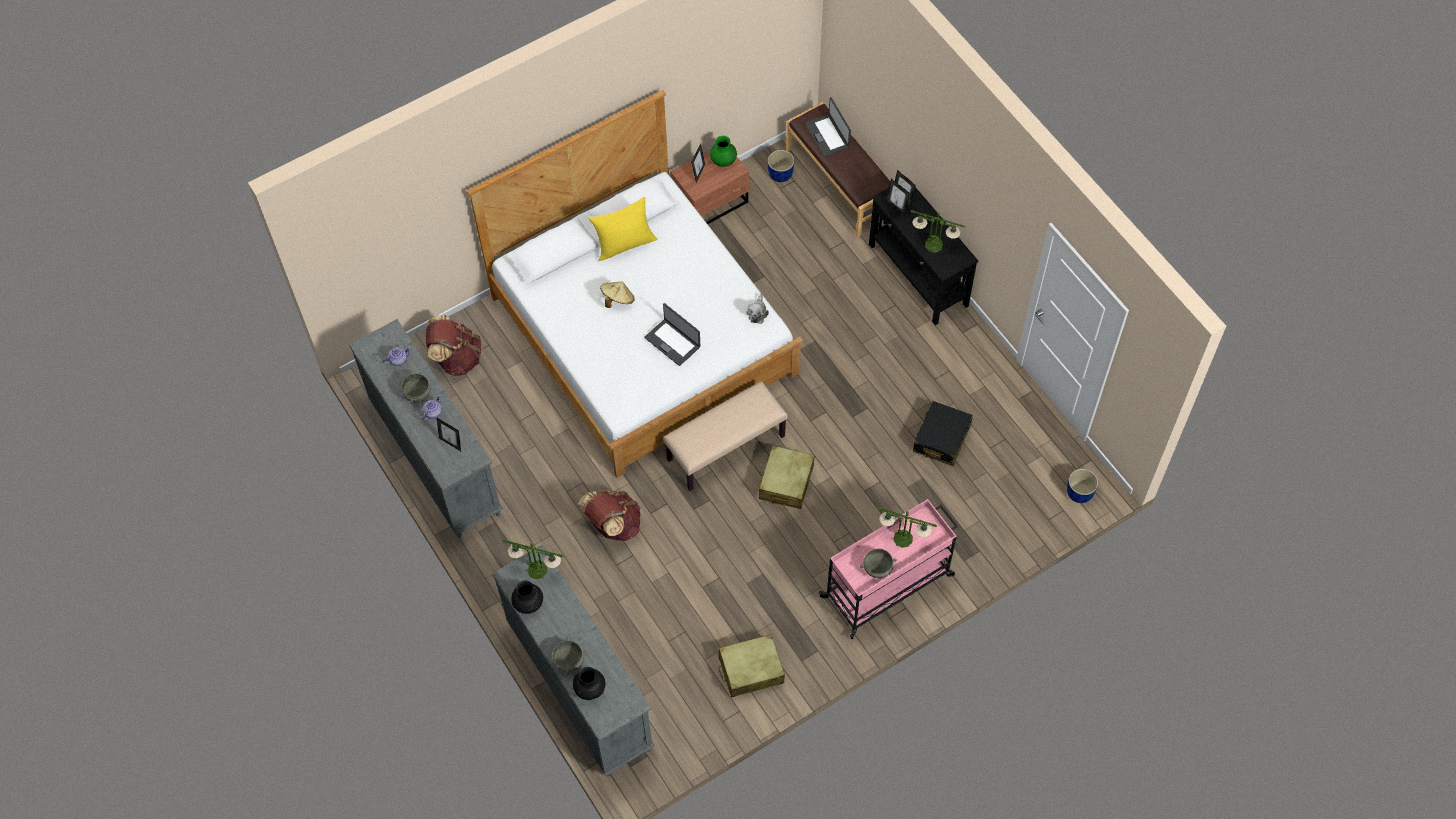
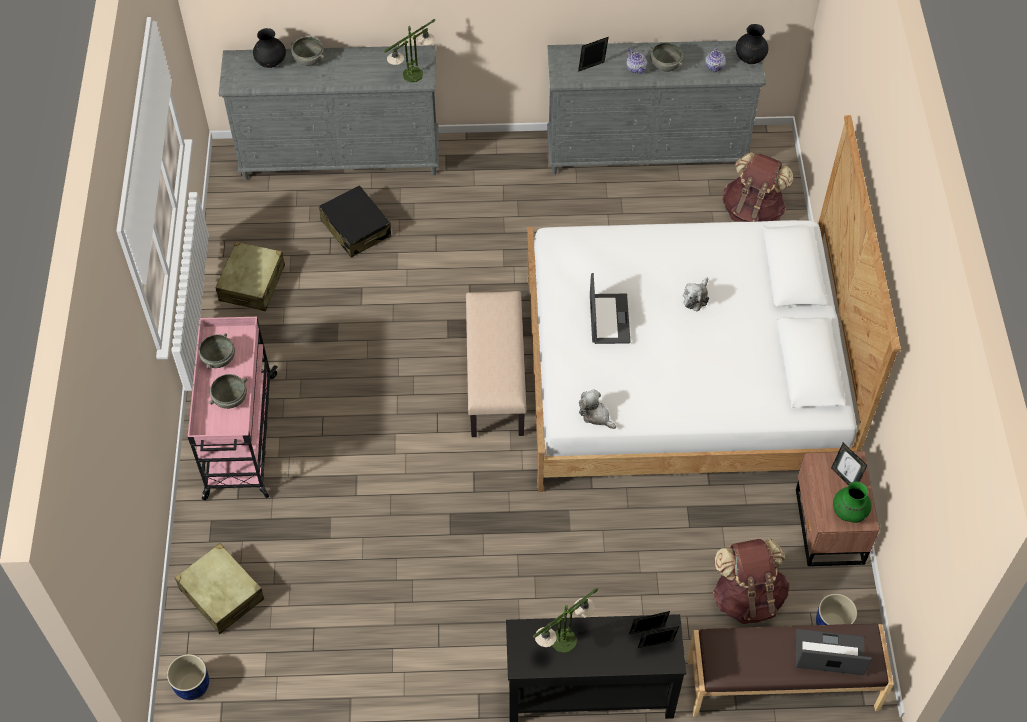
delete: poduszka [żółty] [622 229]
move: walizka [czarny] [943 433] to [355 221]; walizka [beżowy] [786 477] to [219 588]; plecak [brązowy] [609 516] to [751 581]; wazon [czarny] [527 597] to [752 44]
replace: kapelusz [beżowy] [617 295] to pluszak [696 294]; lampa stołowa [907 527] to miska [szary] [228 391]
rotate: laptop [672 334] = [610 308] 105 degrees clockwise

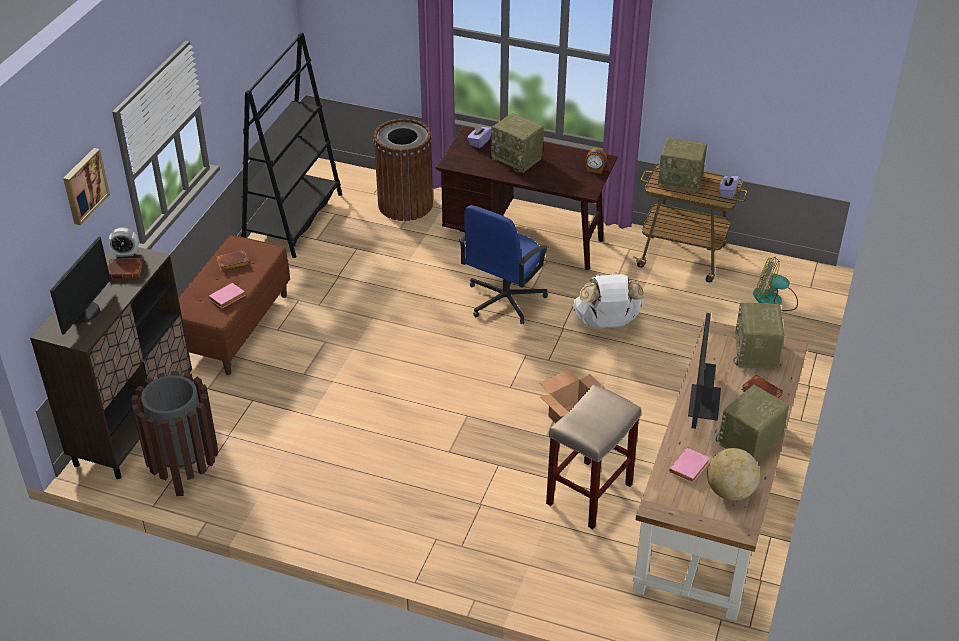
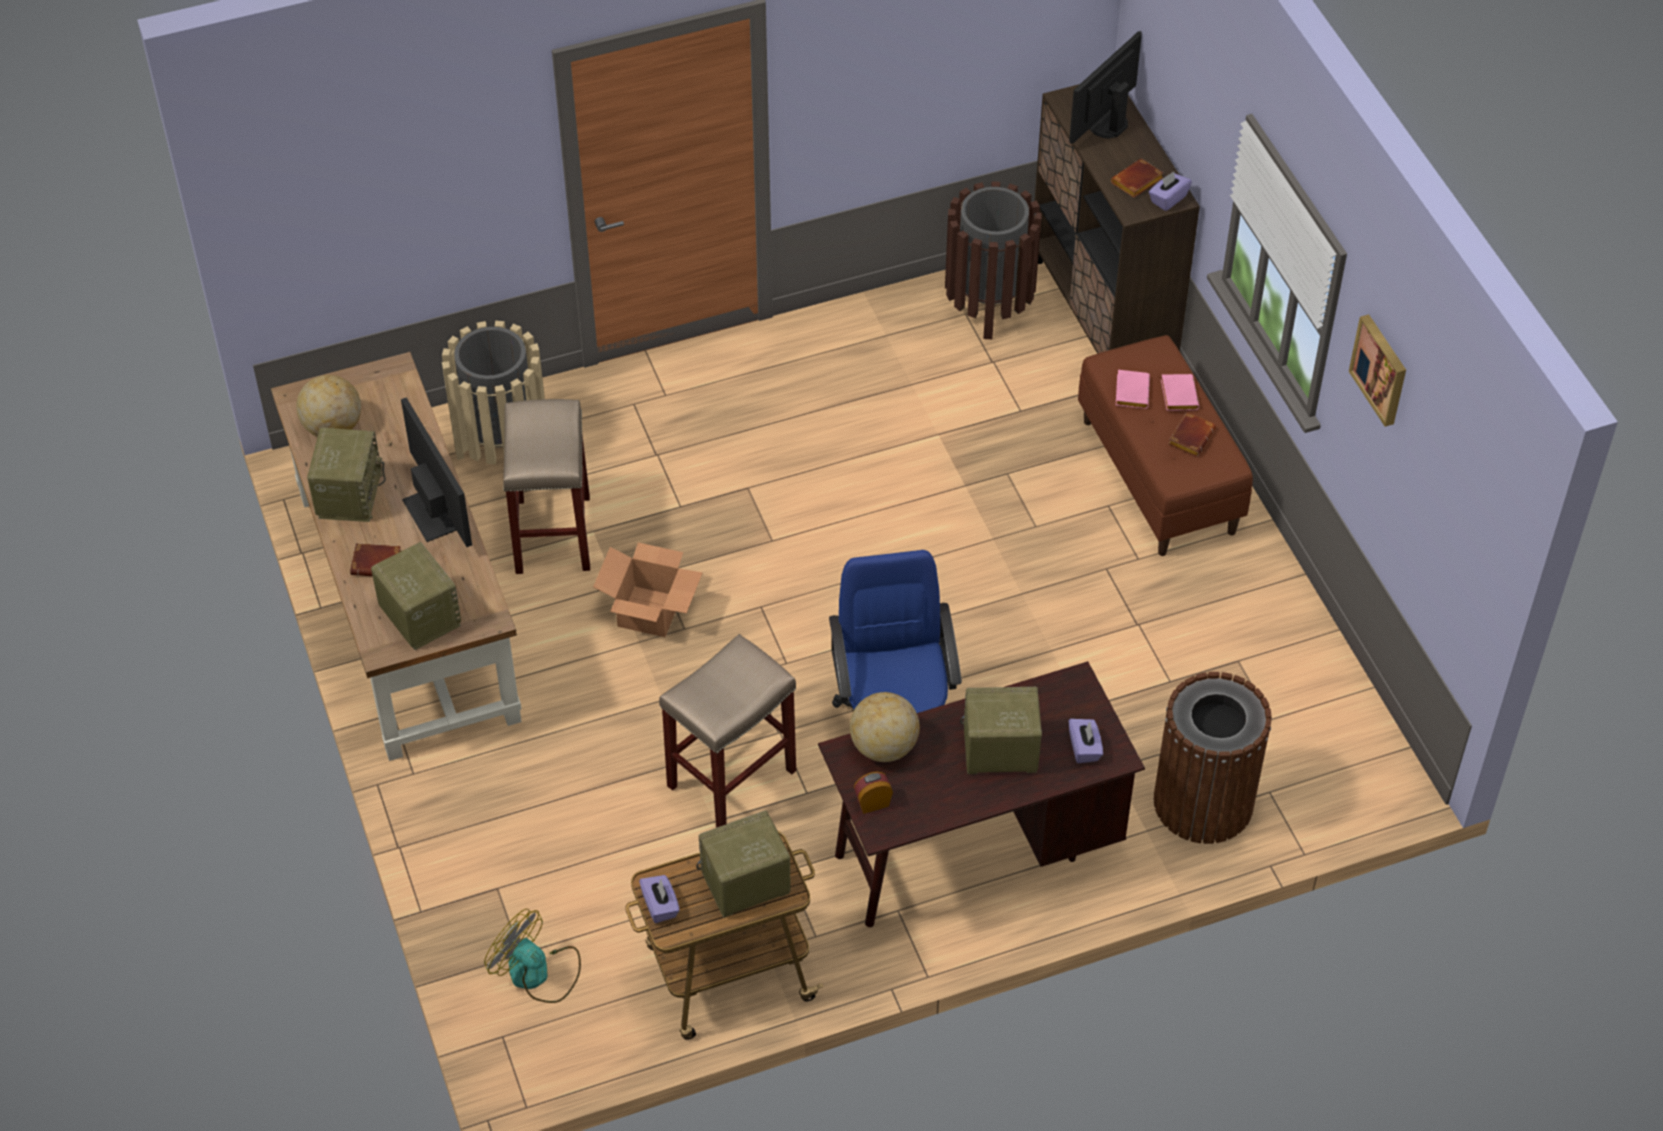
delete: regał [czarny] [291 145]
insert: kosz na śmieci [beżowy] [493 393]; globus [885 727]
move: obraz [86 186] to [1377 370]; książka [różowy] [689 465] to [1180 392]
replace: budzik [123 242] to pudełko chusteczek [fioletowy] [1170 191]; plecak [biały] [608 300] to stołek [beżowy] [727 731]
rotate: monitor [80 285] = [1105 87] 60 degrees clockwise; wentylator [775 284] = [532 956] 120 degrees counterclockwise

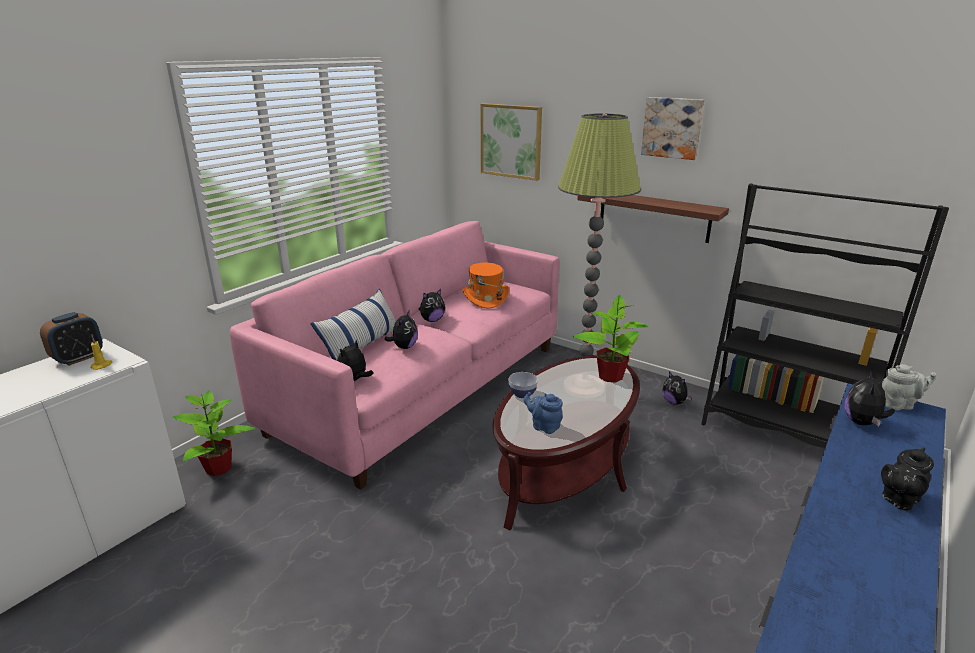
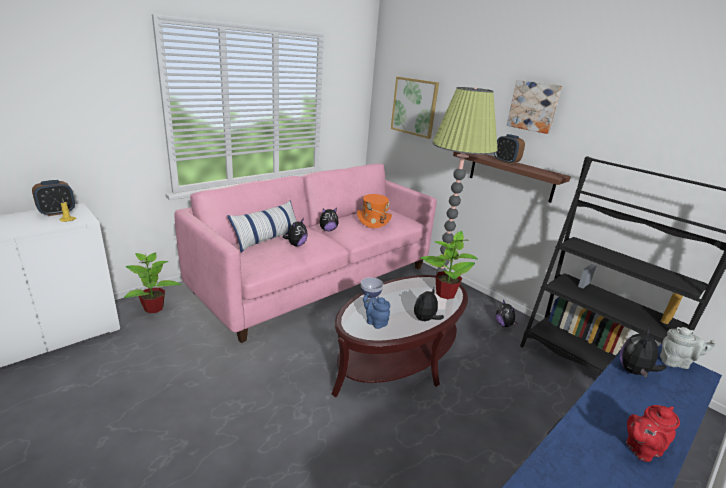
insert: budzik [509 149]
move: pluszak [355 360] to [429 304]
recolor: imbryk [czarny] [907 479] to imbryk [czerwony] [653 433]

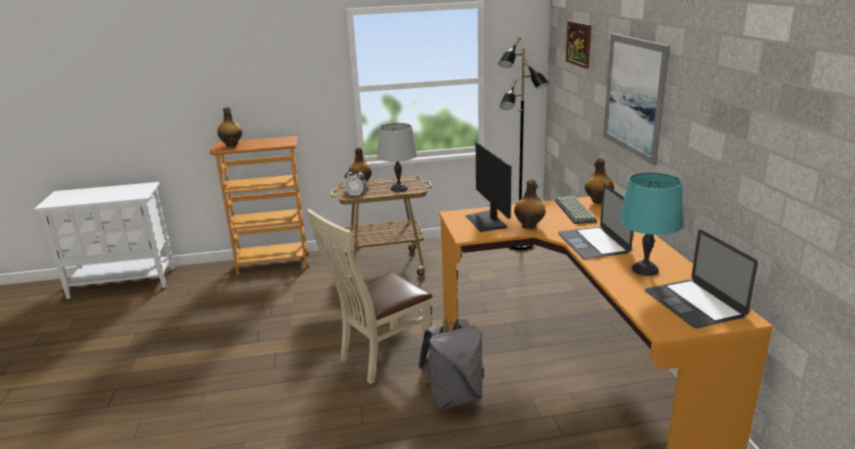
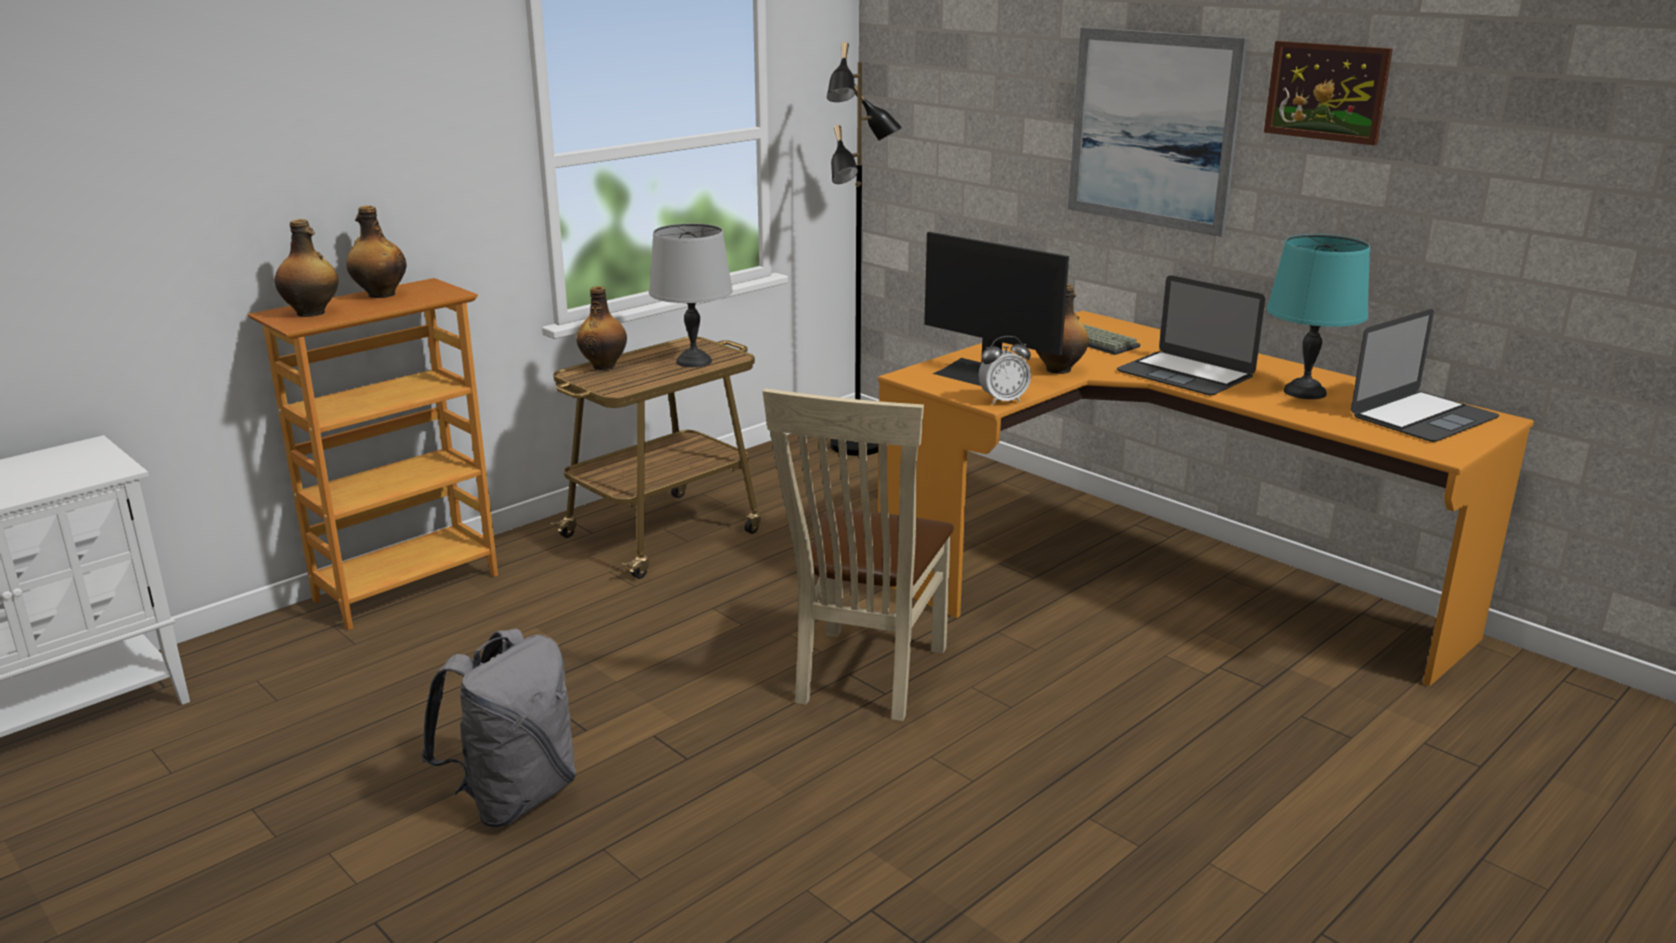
move: obraz [578 45] to [1328 93]; butelka [599 181] to [376 252]; budzik [355 182] to [1004 370]; plecak [szary] [450 364] to [499 728]
rotate: laptop [701 279] = [1425 375] 75 degrees counterclockwise

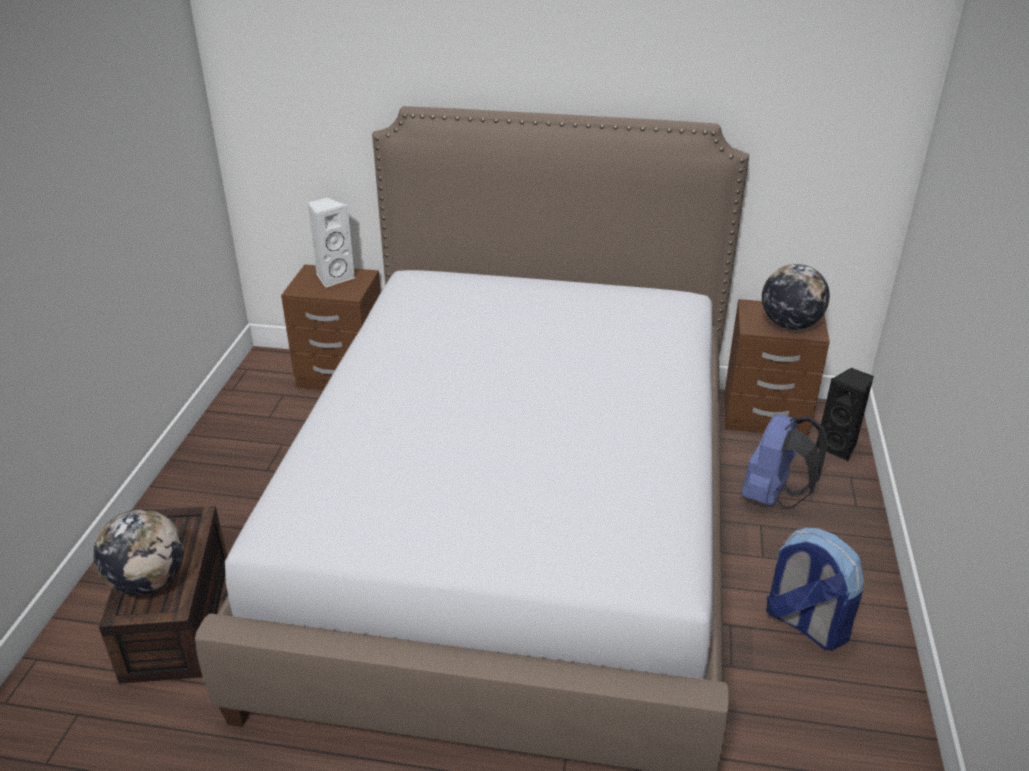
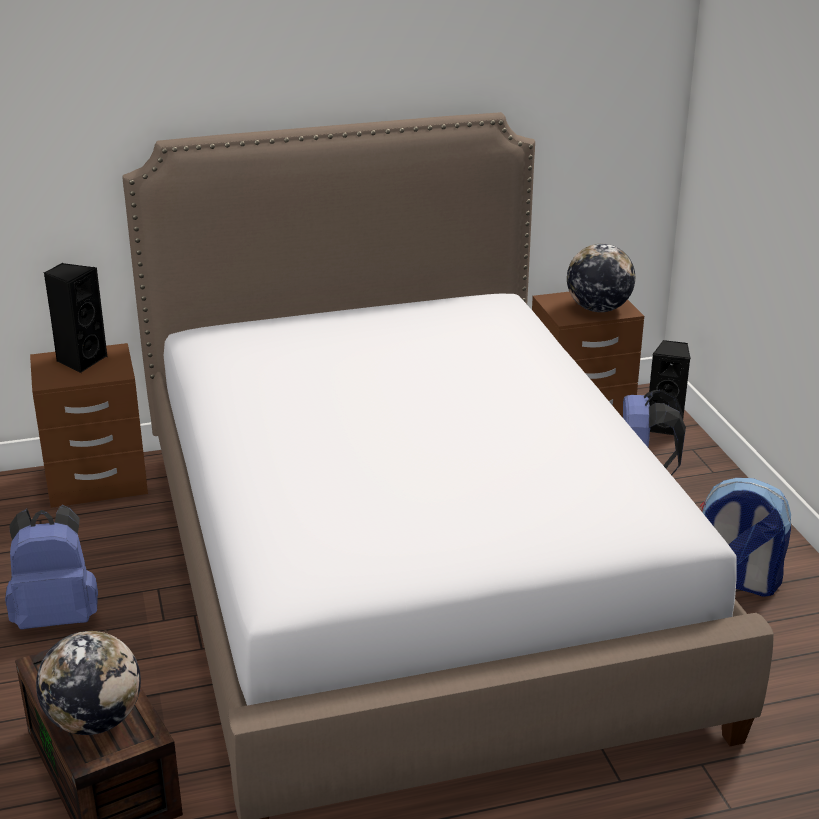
insert: plecak [niebieski] [51 567]
recolor: głośnik [biały] [331 242] to głośnik [czarny] [76 318]

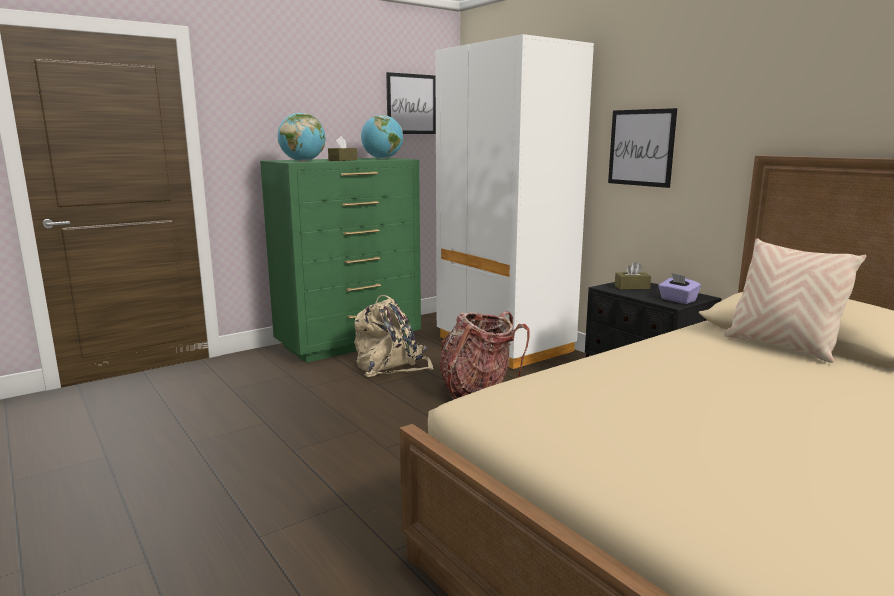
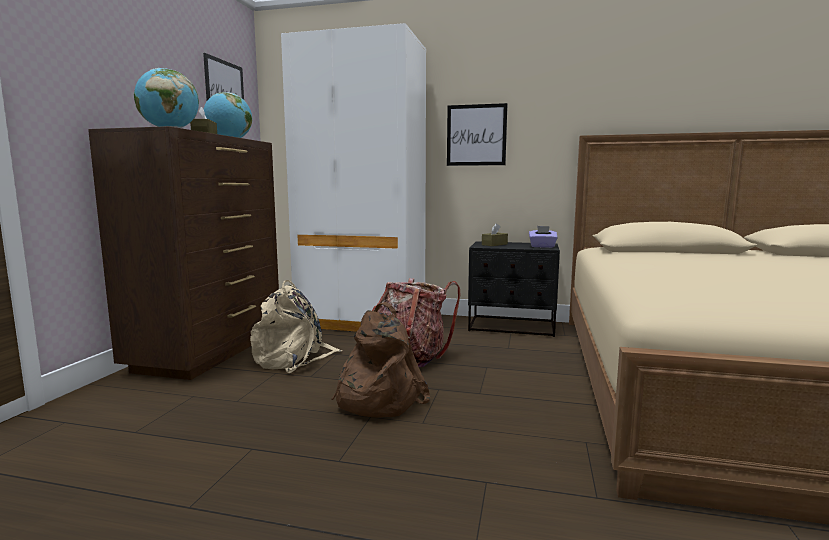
delete: poduszka [beżowy] [795 300]
insert: plecak [brązowy] [380 360]
recolor: komoda [zielony] [340 260] to komoda [brązowy] [183 253]

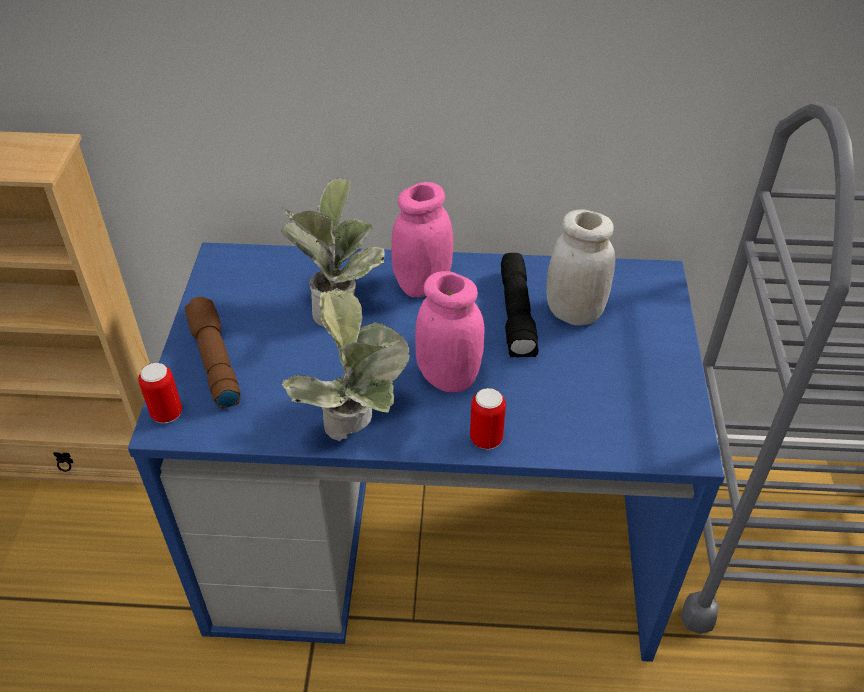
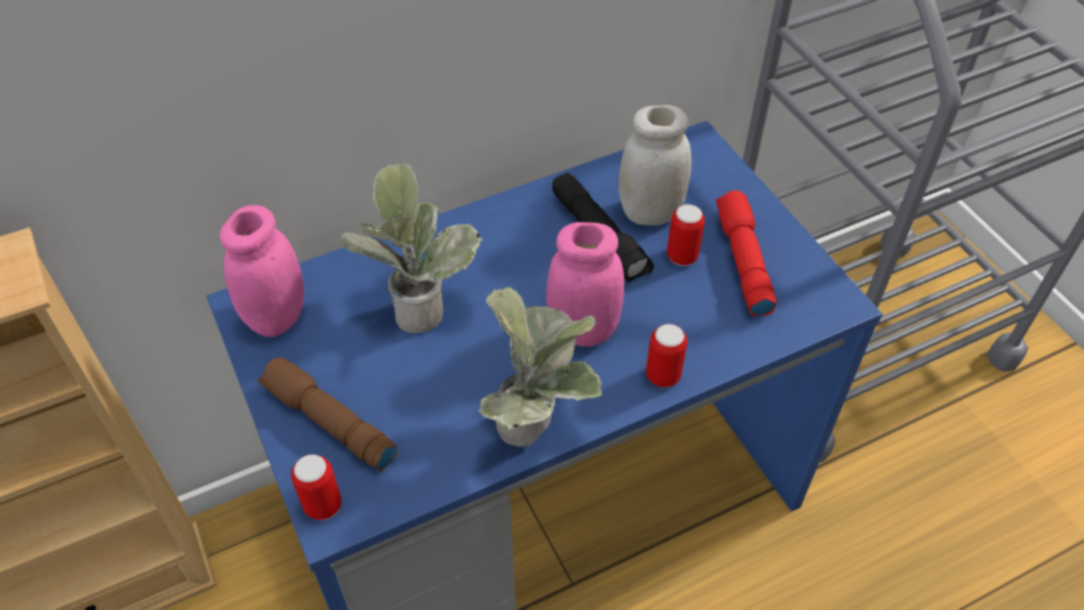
insert: latarka [czerwony] [746 253]; puszka [686 235]
move: słoik [różowy] [422 239] to [262 271]

